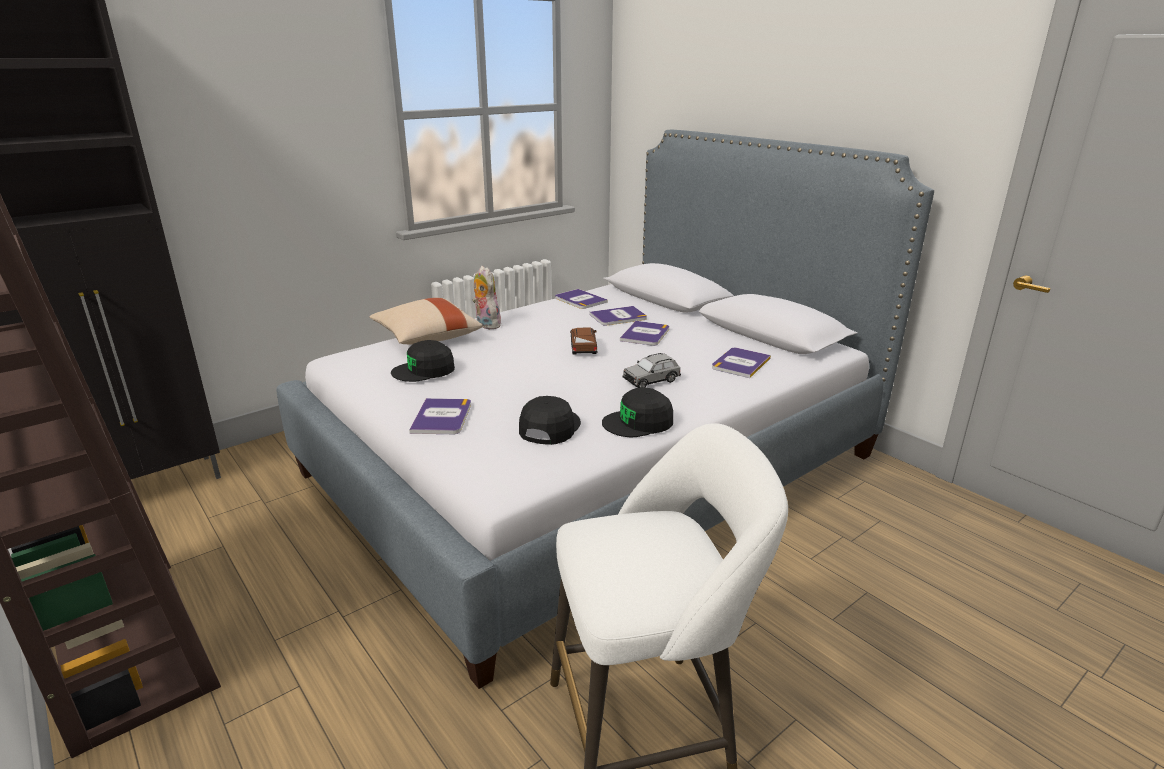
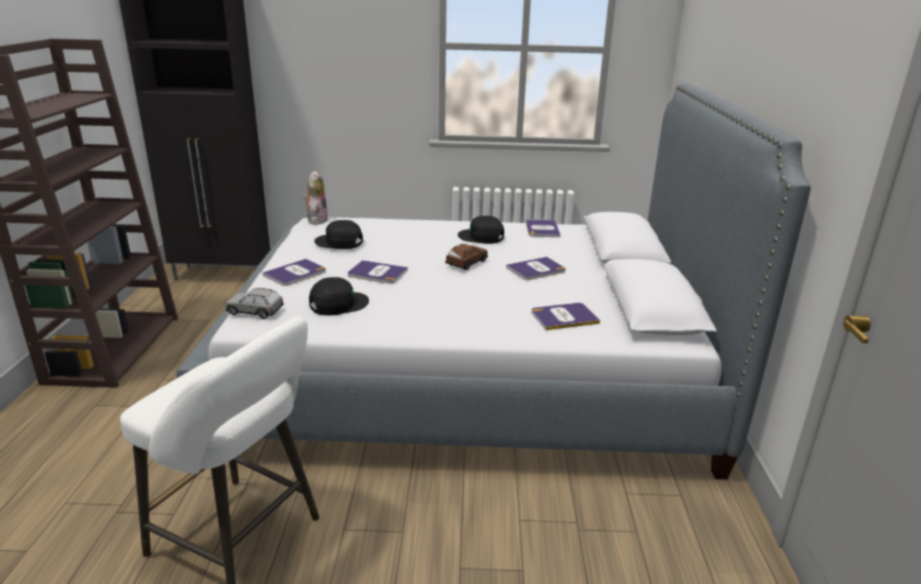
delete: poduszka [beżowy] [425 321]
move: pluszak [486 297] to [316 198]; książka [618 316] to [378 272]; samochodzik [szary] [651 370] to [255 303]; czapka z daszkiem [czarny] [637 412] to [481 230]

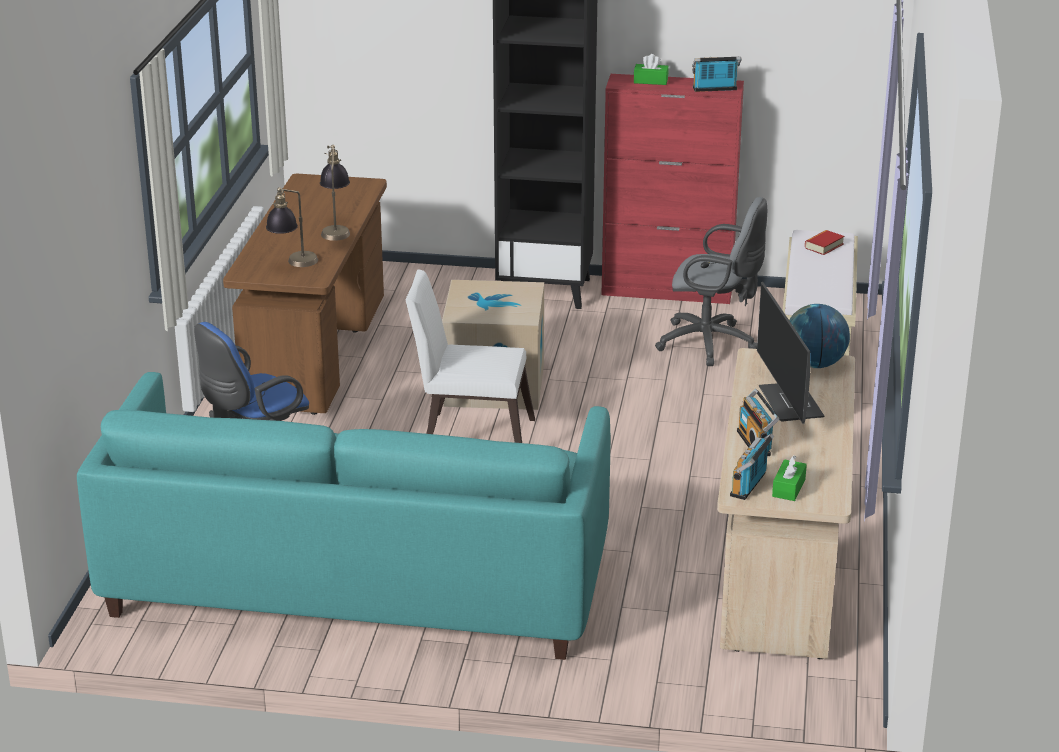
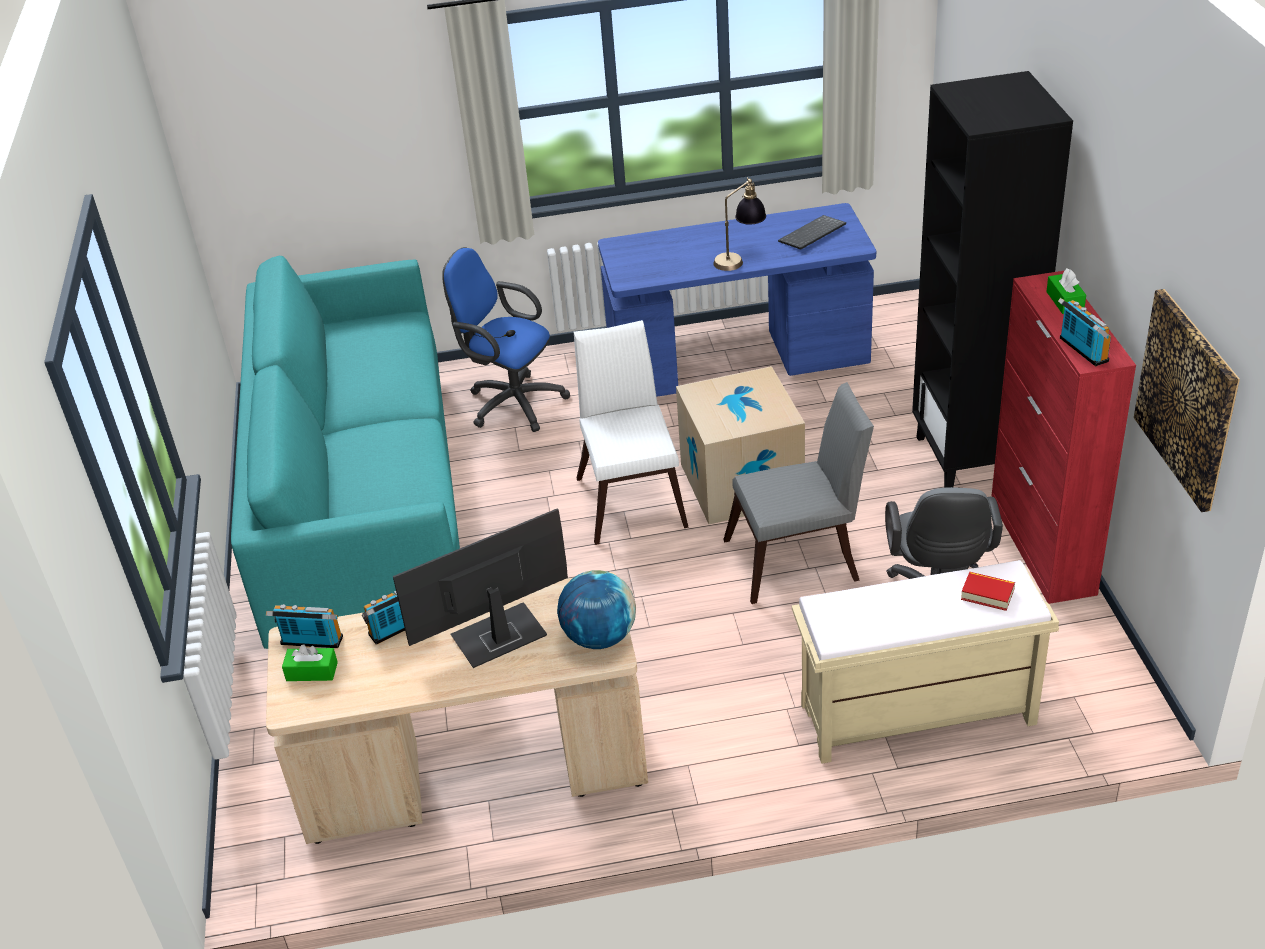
delete: lampa stołowa [292 227]
insert: klawiatura [812 232]; obraz [1187 400]; krzesło [szary] [798 493]
recolor: biurko [brązowy] [305 294] to biurko [niebieski] [737 300]

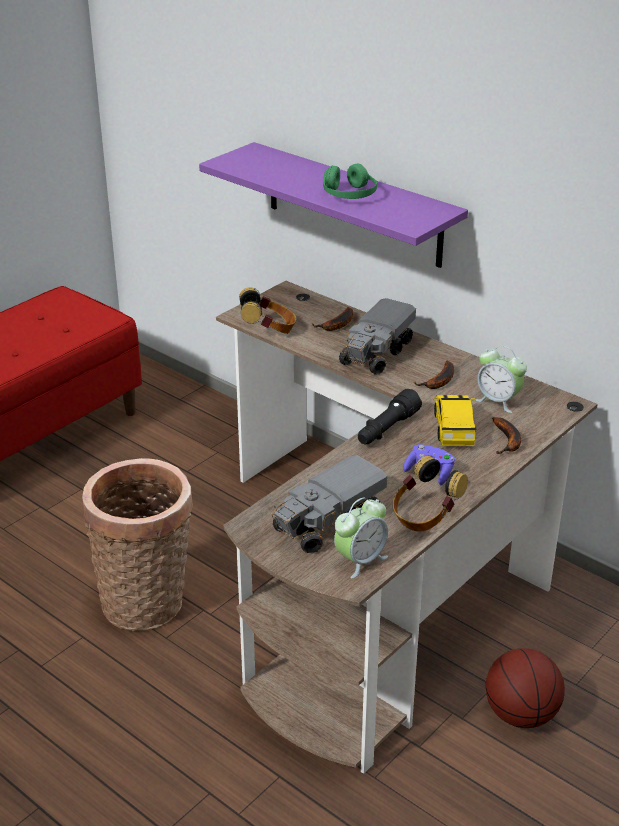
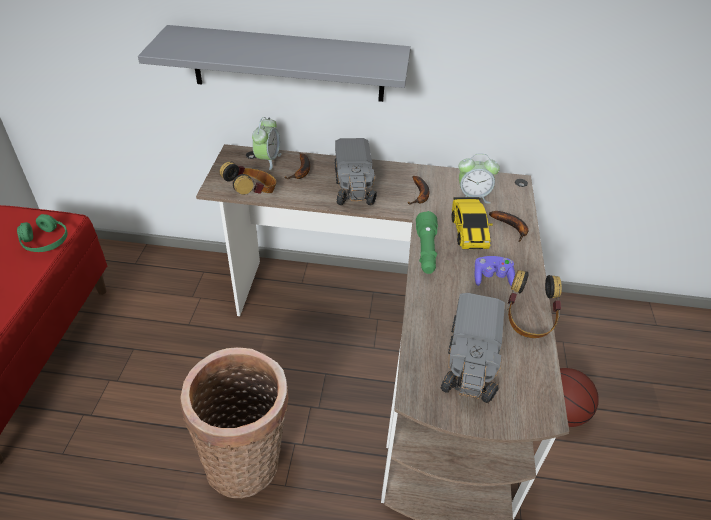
move: słuchawki [zielony] [350 181] to [42 233]; budzik [361 538] to [267 143]
recolor: półka [fioletowy] [333 205] to półka [szary] [274 63]; latarka [czarny] [390 416] to latarka [zielony] [427 242]
rotate: samochodzik [455 420] = [472 223] 150 degrees counterclockwise

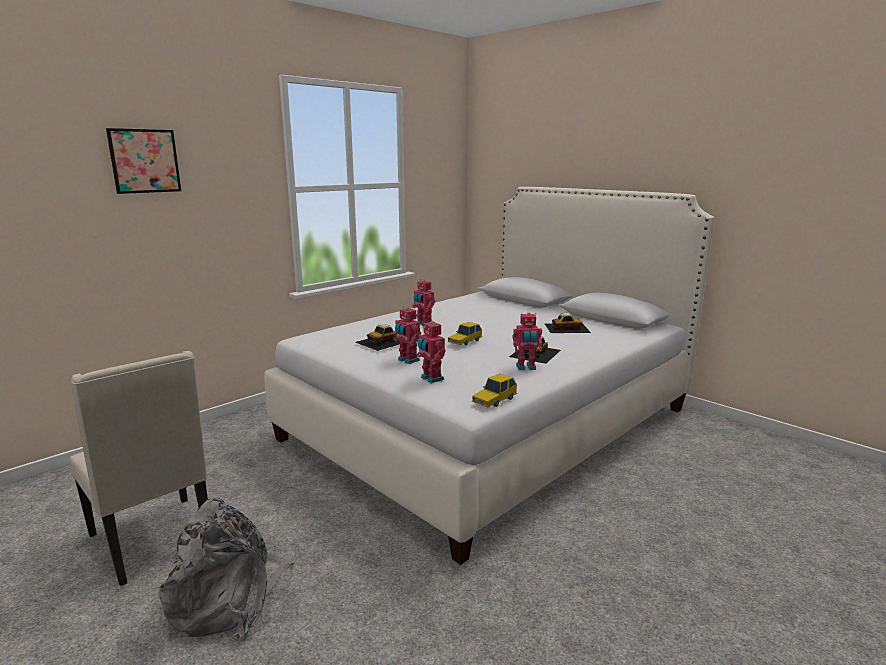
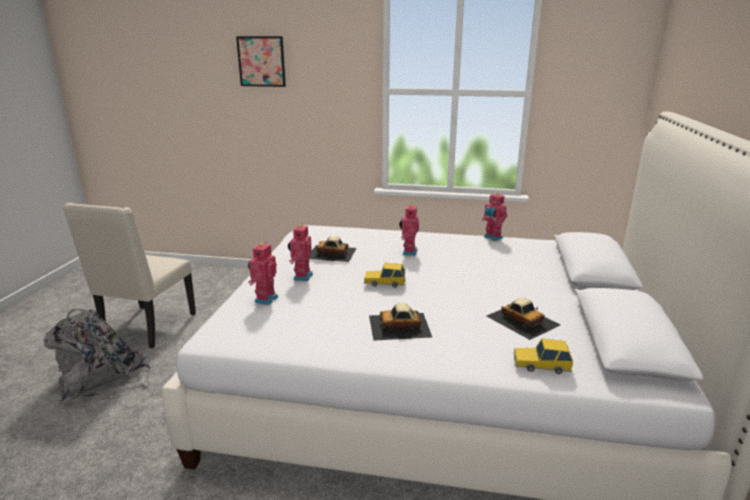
move: robot zabawkowy [527 341] to [494 216]; samochodzik [494 390] to [543 356]

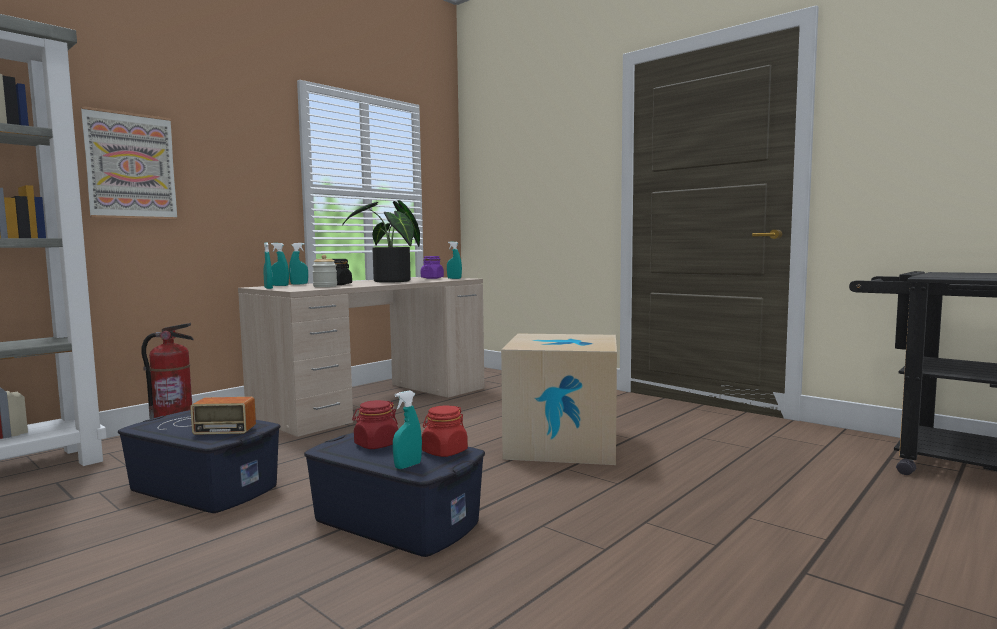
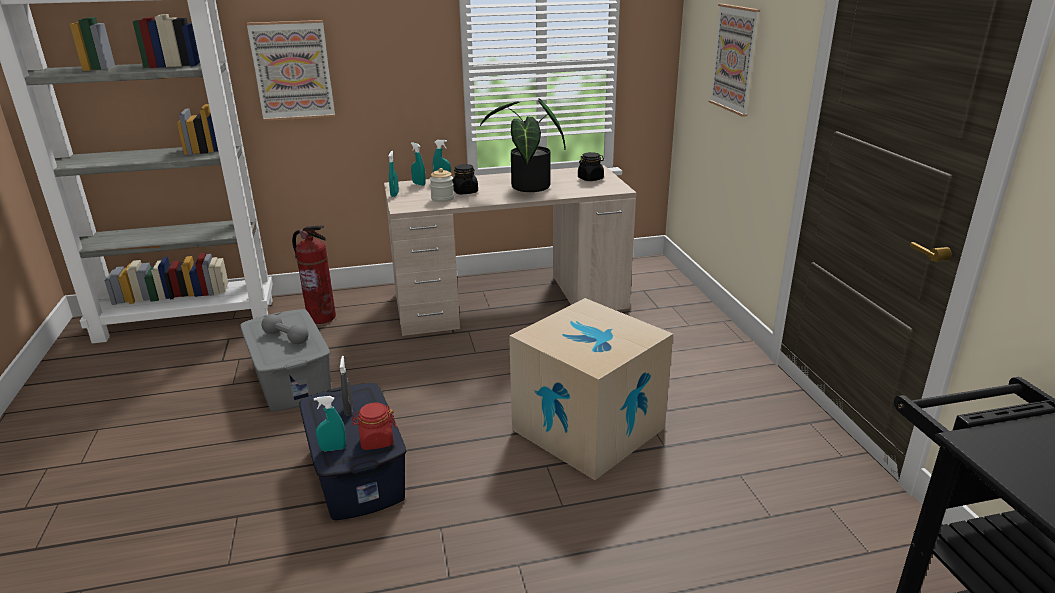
delete: spryskiwacz [turkusowy] [454 260]
insert: obraz [734 60]
replace: radio [207 416] to hantel [szary] [285 329]; słoik [czerwony] [375 424] to spryskiwacz [szary] [346 386]
recolor: słoik [fioletowy] [432 267] to słoik [czarny] [591 166]; pojemnik do przechowywania [niebieski] [199 461] to pojemnik do przechowywania [szary] [285 360]

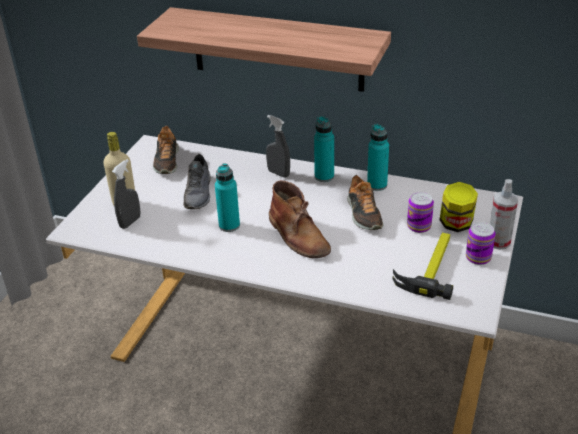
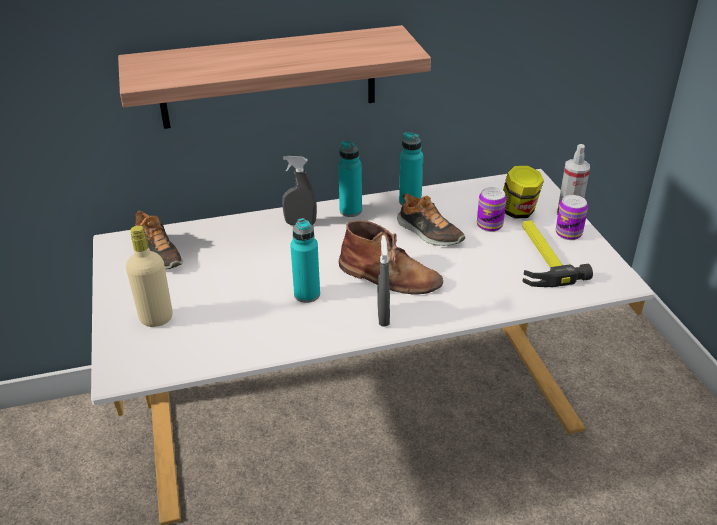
delete: but [szary] [197 181]
move: spryskiwacz [szary] [126 194] to [383 281]

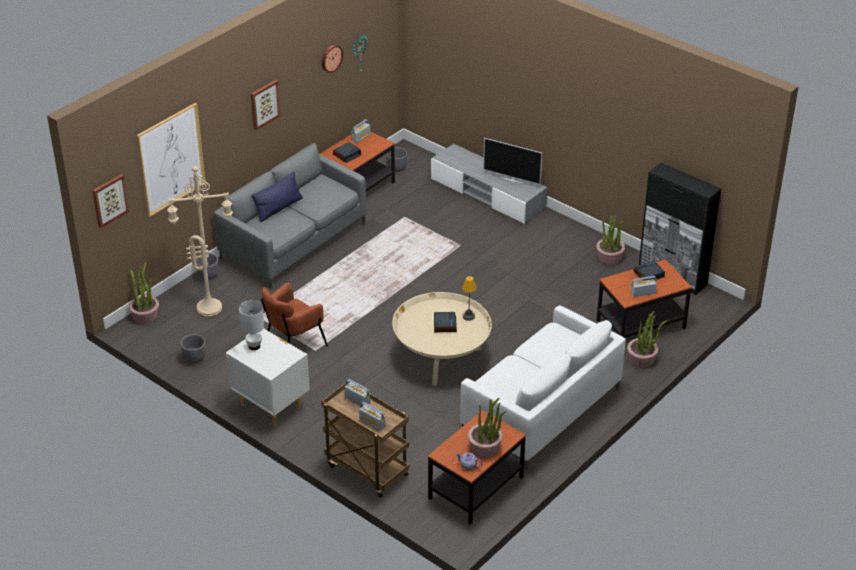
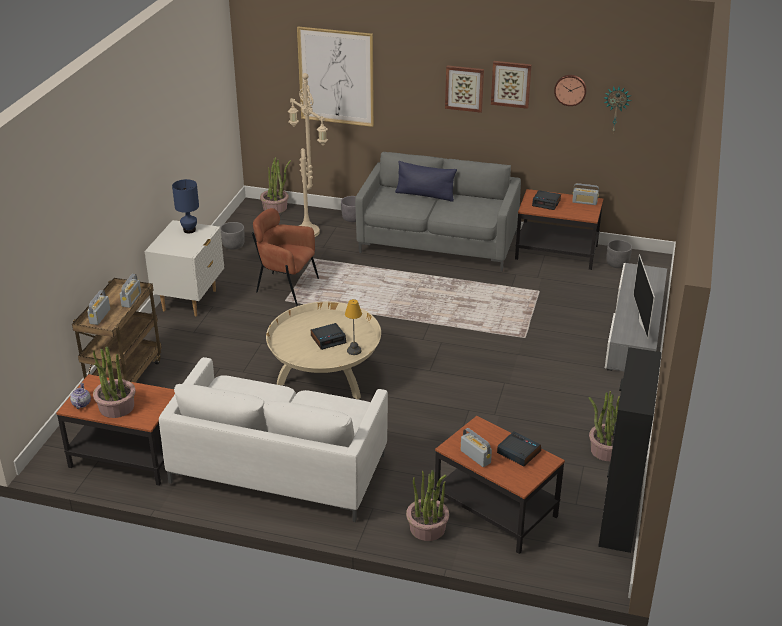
move: obraz [110 201] to [511 85]
recolor: lampa stołowa [biały] [251 325] to lampa stołowa [niebieski] [185 206]

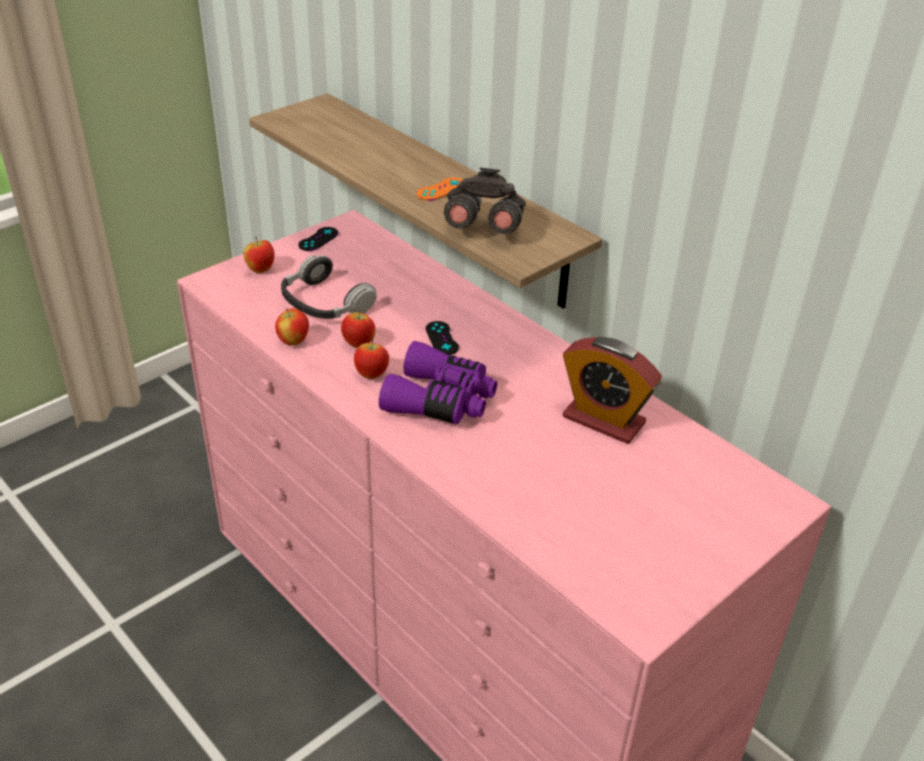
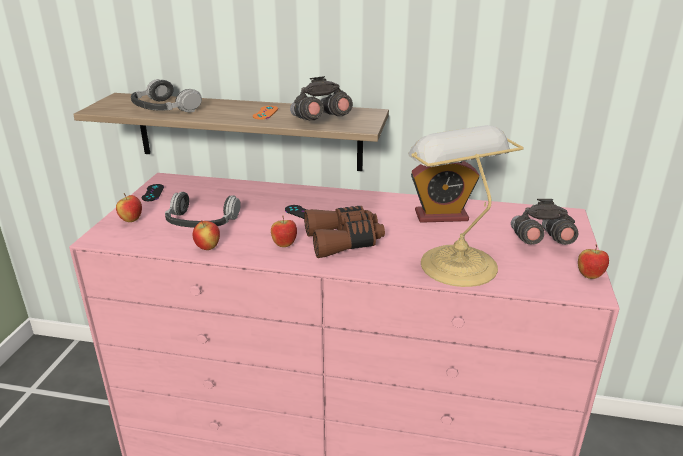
insert: słuchawki [166 96]; lampa stołowa [466 206]; lornetka [szary] [544 222]
move: jabłko [358 328] to [593 262]
recolor: lornetka [fioletowy] [438 382] to lornetka [brązowy] [344 232]

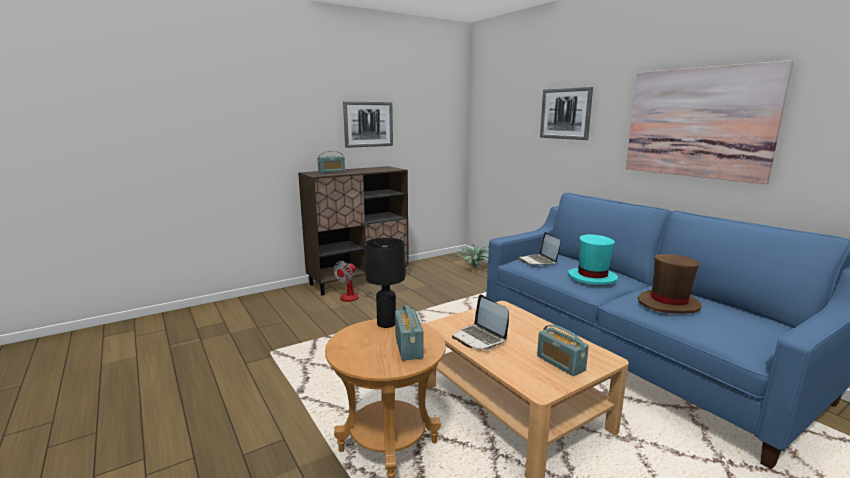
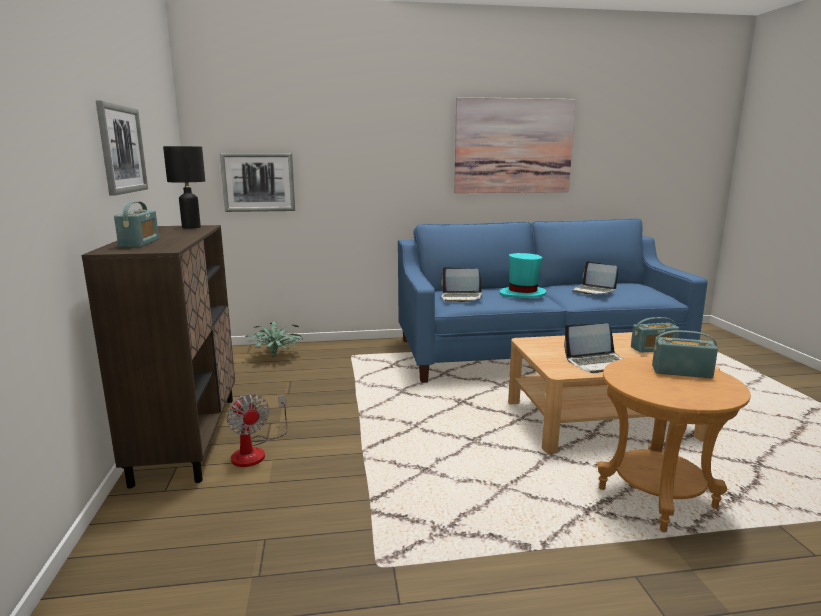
move: obraz [566 113] to [257 182]; lampa stołowa [czarny] [385 283] to [184 187]
replace: kapelusz [brązowy] [670 284] to laptop [595 278]

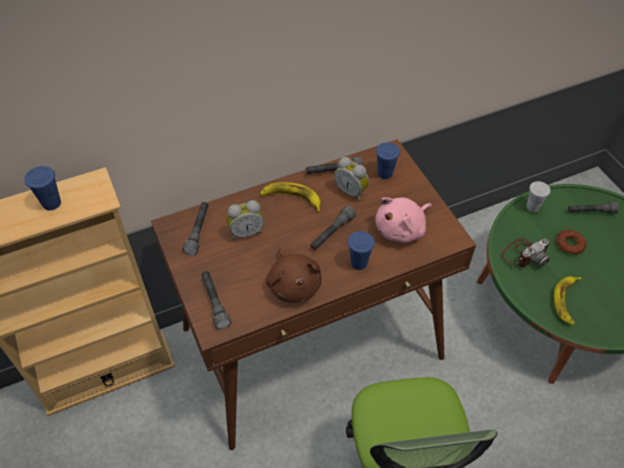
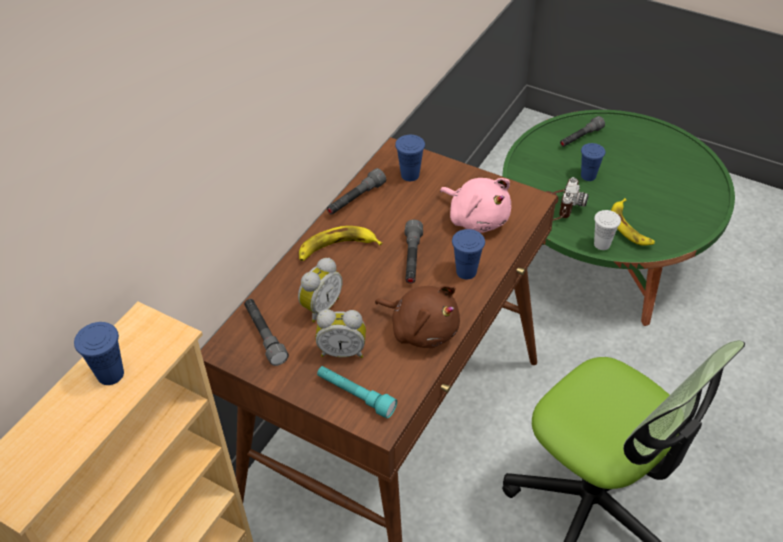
move: budzik [351 179] to [340 333]; filiżanka [biały] [539 196] to [607 230]
replace: donut [571 242] to filiżanka [niebieski] [593 162]
recolor: latarka [szary] [216 300] to latarka [turkusowy] [357 392]
rotate: pluszak [różowy] [403 220] = [475 205] 60 degrees counterclockwise

